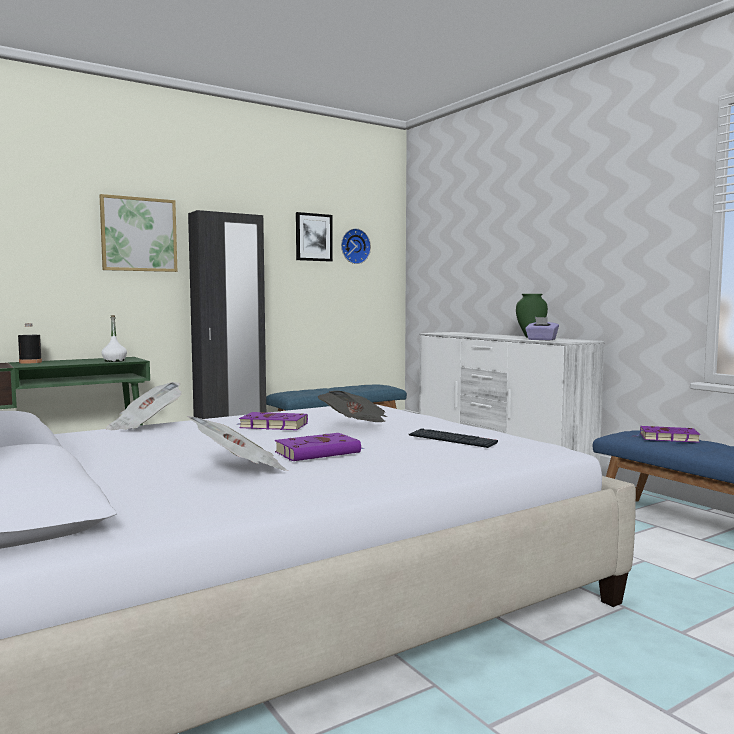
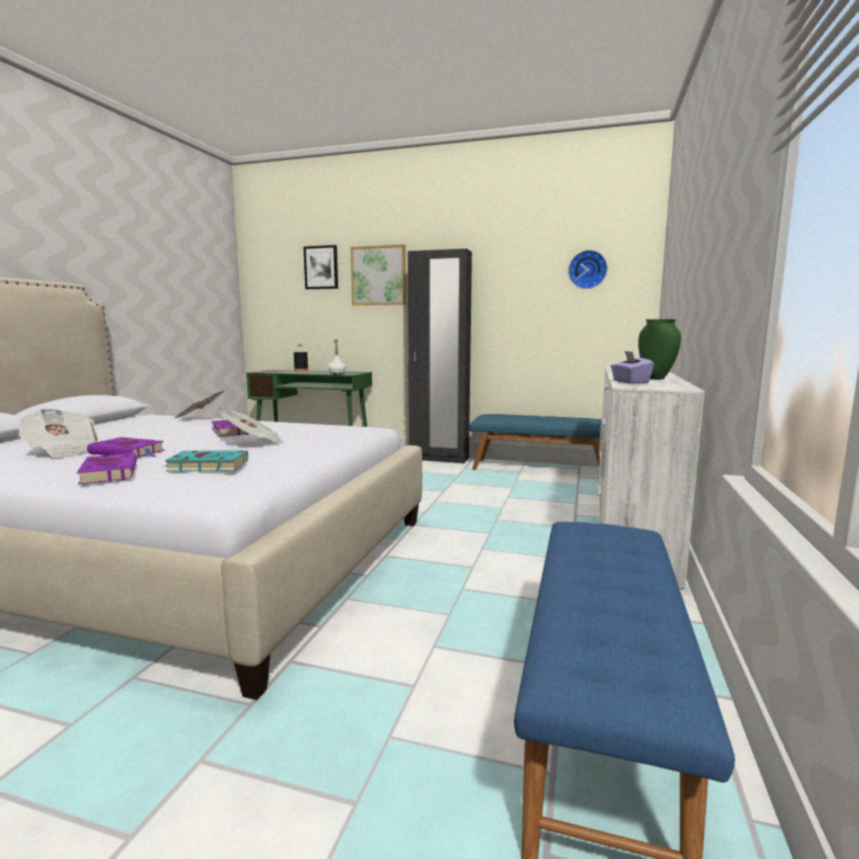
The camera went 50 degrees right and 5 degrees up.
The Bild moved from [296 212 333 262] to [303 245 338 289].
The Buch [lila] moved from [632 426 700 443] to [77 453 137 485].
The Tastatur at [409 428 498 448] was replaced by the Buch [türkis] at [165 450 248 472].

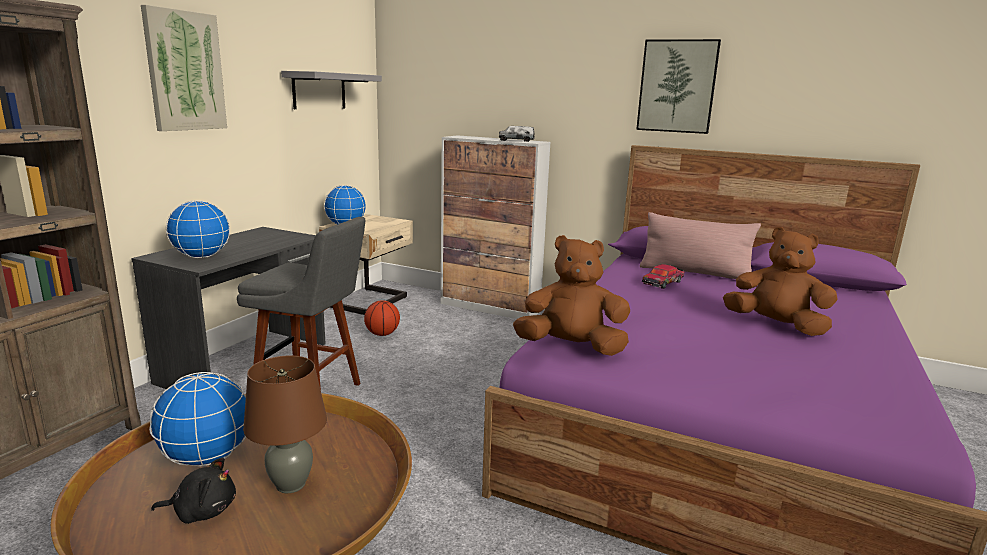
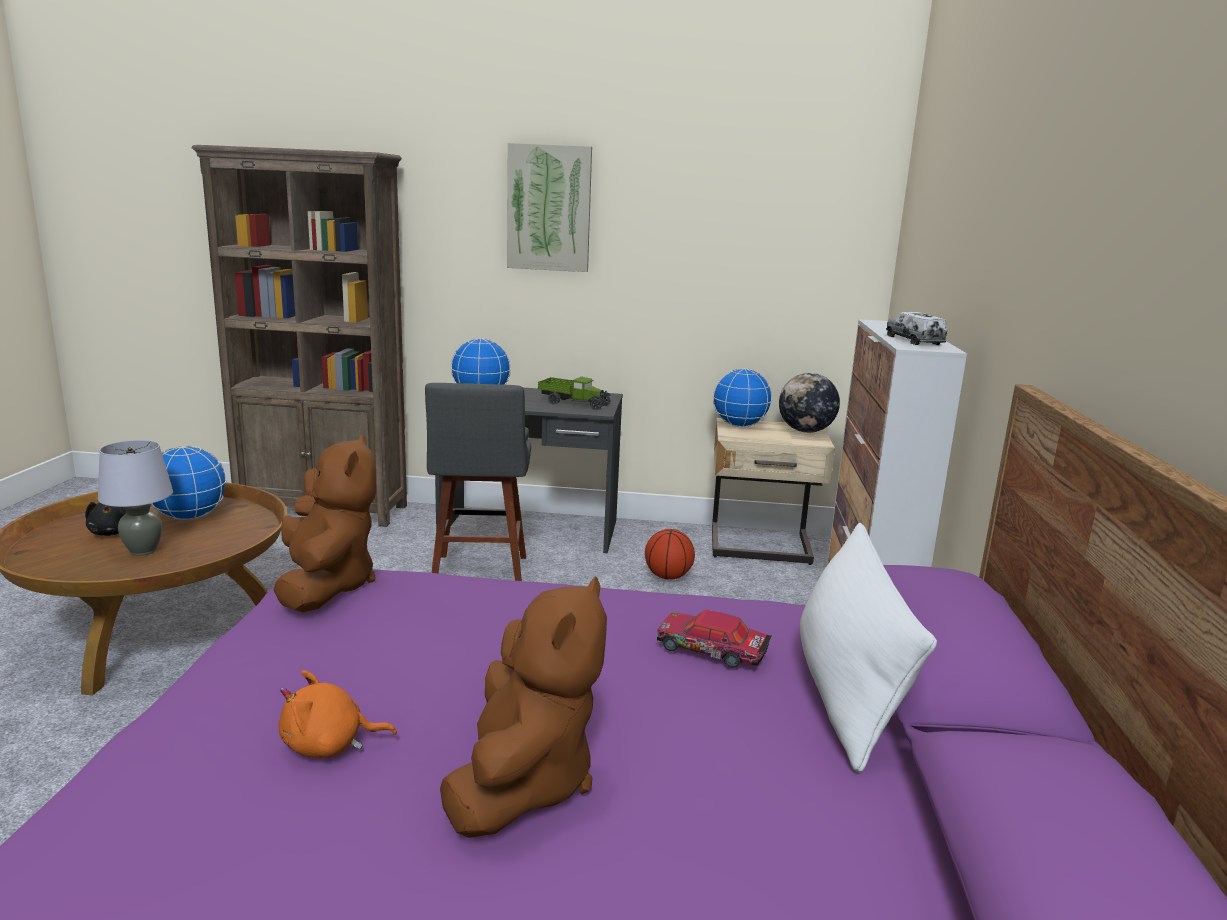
The camera went 70 degrees right and 0 degrees up.
The Bild at [636 39 721 134] disappeared.
The Wandregal [grau] at [281 71 382 109] disappeared.
The Kissen [rosa] at [640 212 761 279] became the Kissen [weiß] at [800 523 937 773].
The Tischlampe [braun] at [243 355 327 493] became the Tischlampe [grau] at [98 440 173 556].
The Globus at [779 373 840 433] appeared.
The Spielzeuglaster at [538 377 611 410] appeared.
The Plüschtier [orange] at [279 670 397 758] appeared.

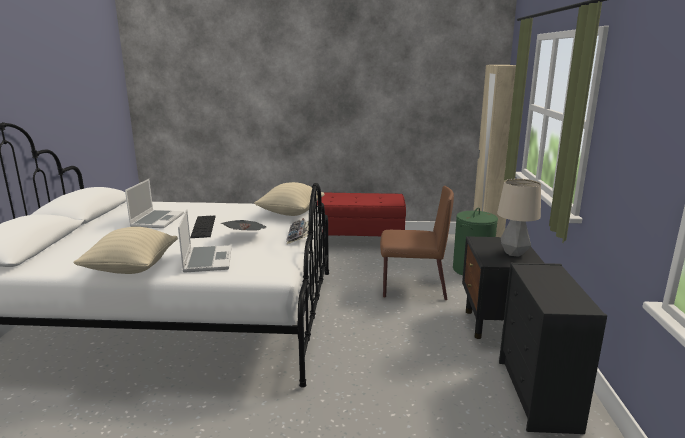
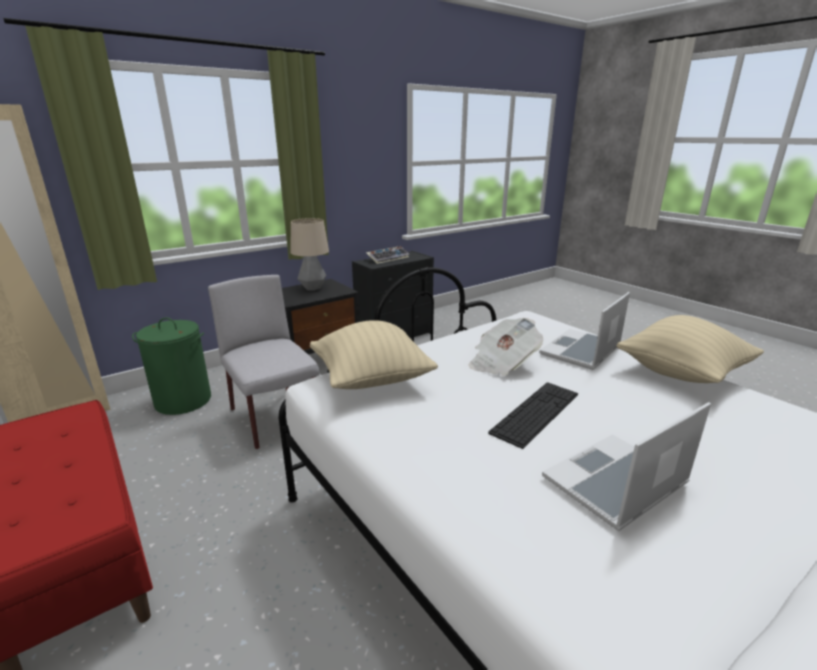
The camera went 130 degrees left and 5 degrees up.
The Stuhl [braun] at [380 186 454 300] became the Stuhl [grau] at [208 275 319 449].
The Tastatur moved from [286 218 309 245] to [366 246 409 264].

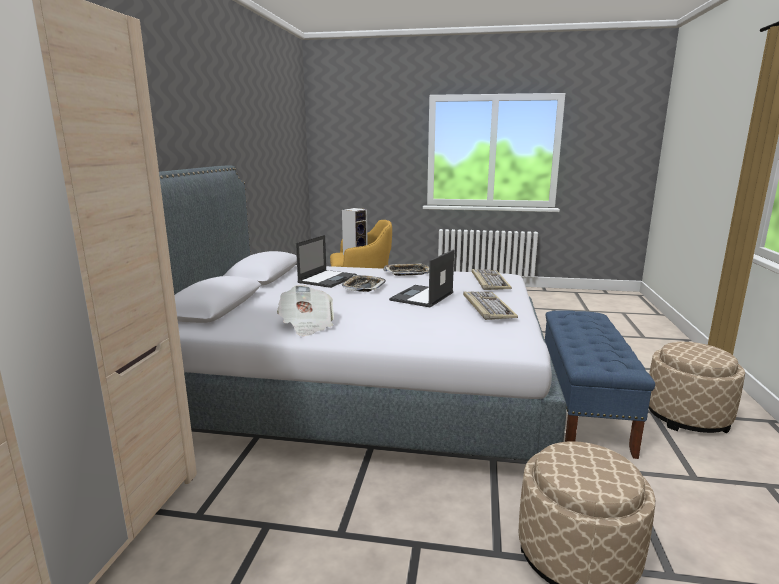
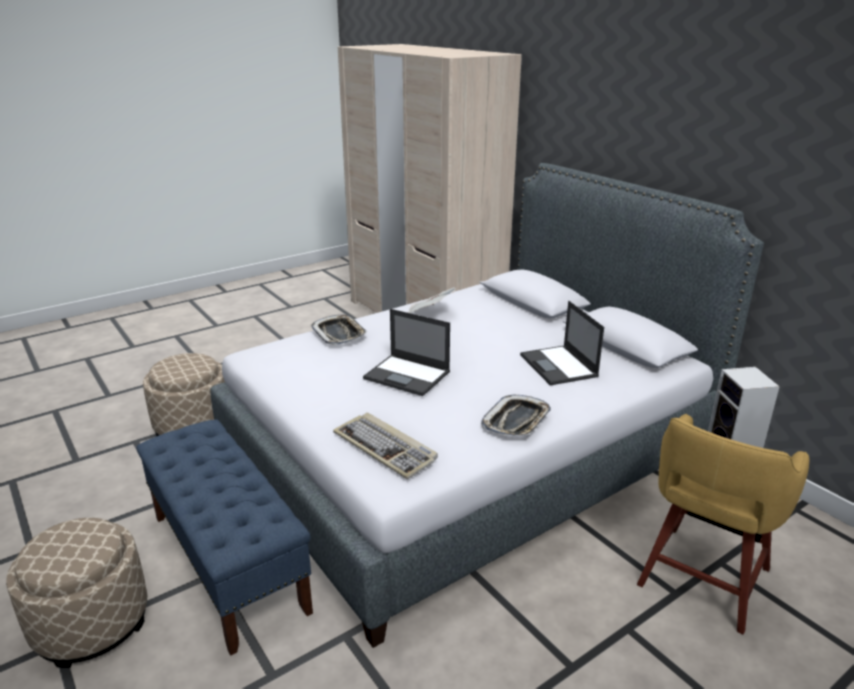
The camera went 135 degrees right and 10 degrees up.
The Laptop at [389 250 454 307] turned 135 degrees clockwise.
The Tablett moved from [342 275 386 292] to [311 315 367 345].
The Tastatur at [463 291 518 320] disappeared.

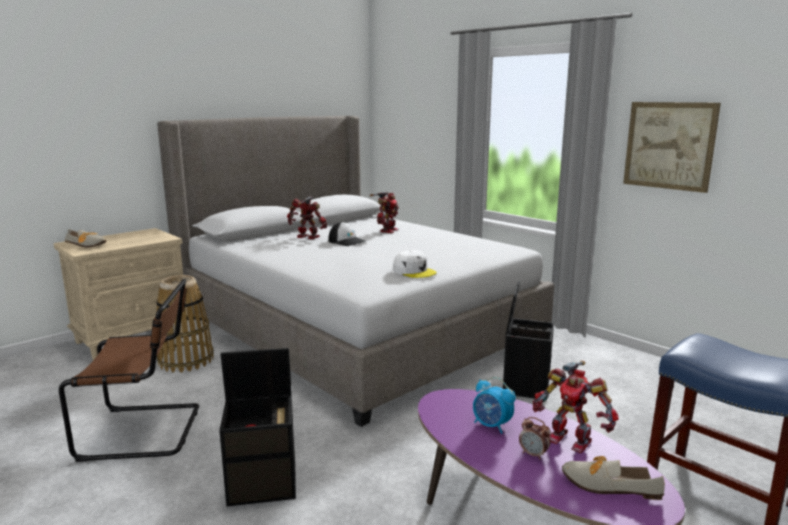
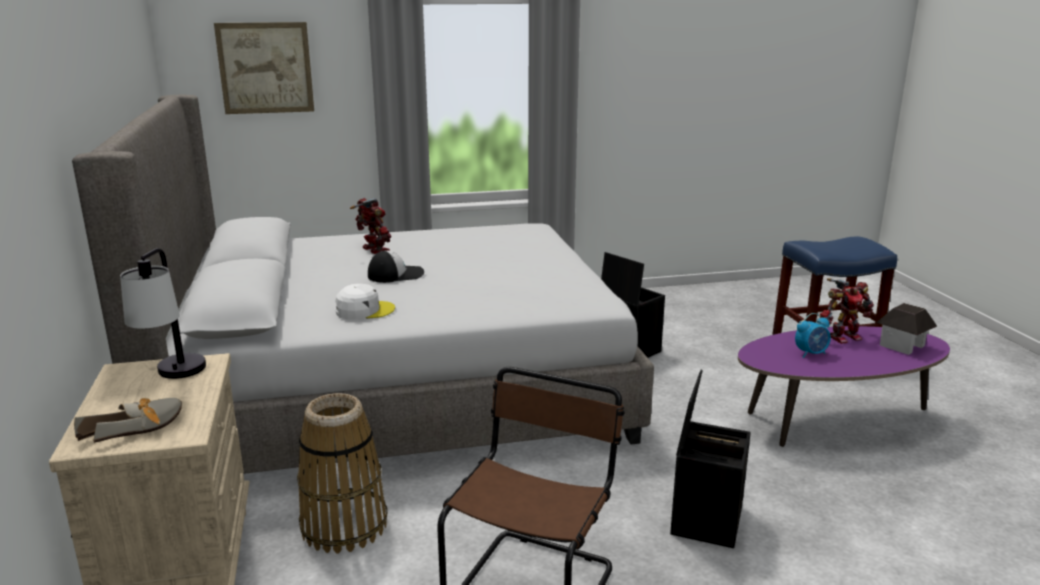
The camera went 60 degrees left and 5 degrees up.
The Bild moved from [623 102 721 193] to [214 22 314 114].
The Spielzeugroboter at [287 196 327 239] disappeared.
The Kappe [weiß] moved from [393 250 436 278] to [335 284 395 320].
The Wecker at [519 417 551 460] disappeared.
The Schuh at [562 456 665 500] was replaced by the Spielzeughaus at [876 303 937 355].
The Tischlampe at [120 248 206 379] appeared.

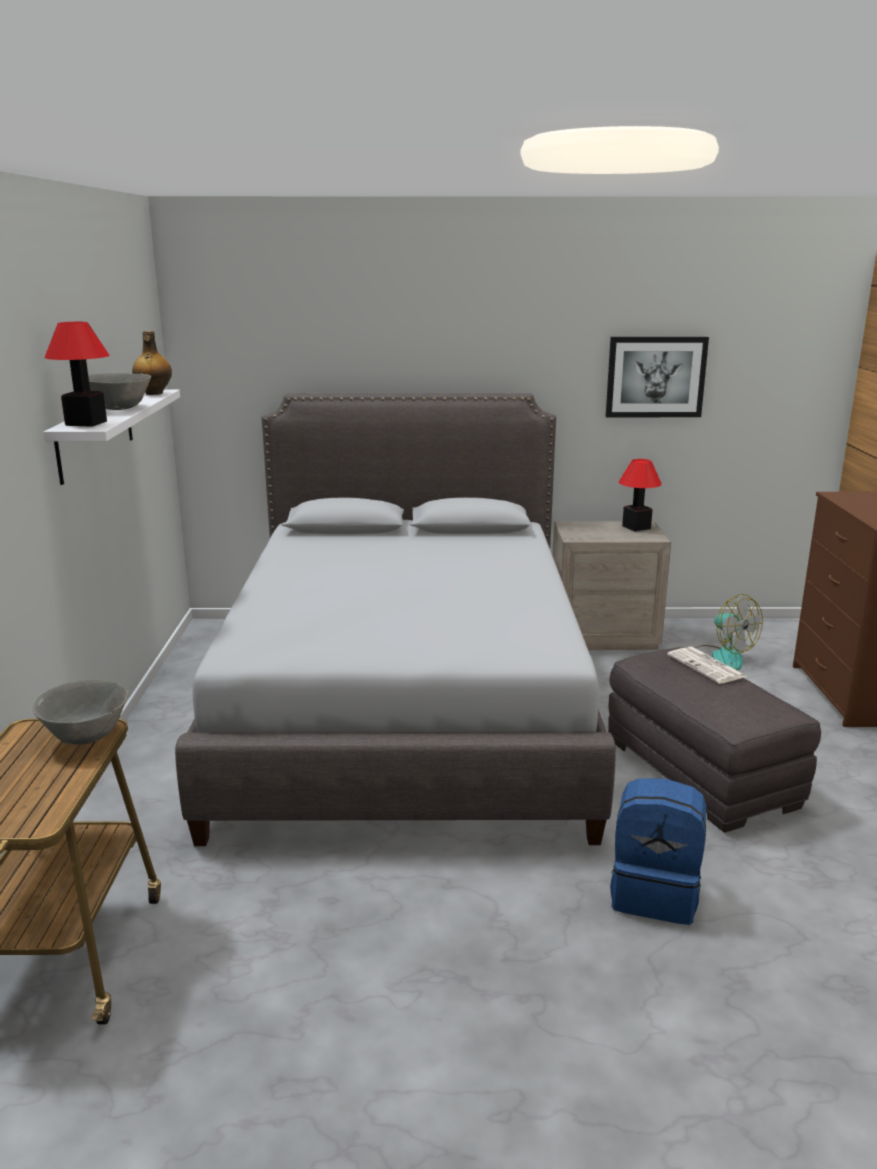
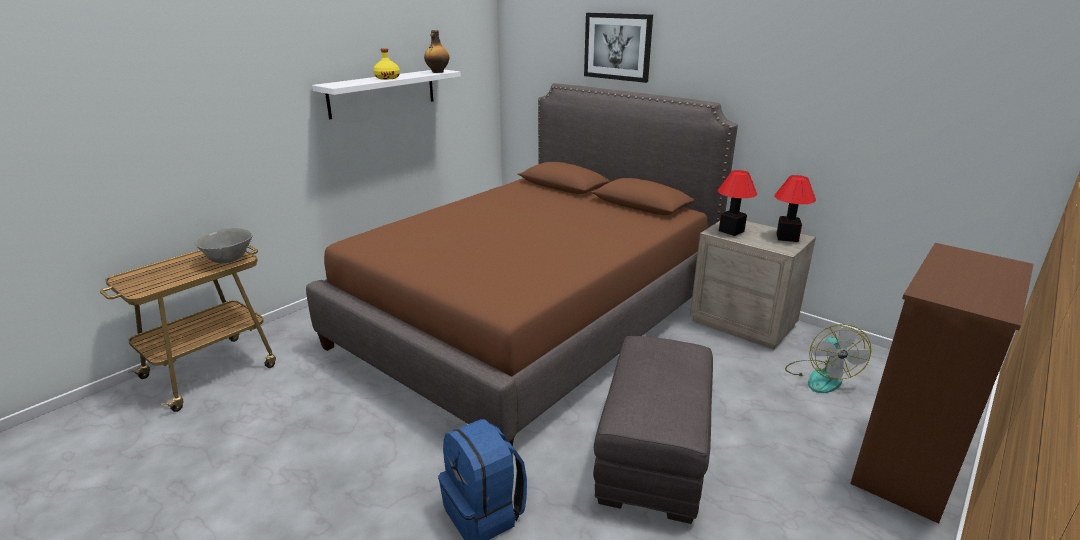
The camera went 40 degrees right and 5 degrees up.
The Tischlampe moved from [44 322 109 427] to [718 170 757 236].
The Bild moved from [606 337 709 417] to [584 13 653 83].
The Schüssel [grau] at [88 373 151 410] was replaced by the Flasche [gelb] at [373 48 400 80].
The Bett [grau] at [175 393 616 846] became the Bett [braun] at [306 83 738 446].
The Zeitung at [667 647 746 684] disappeared.

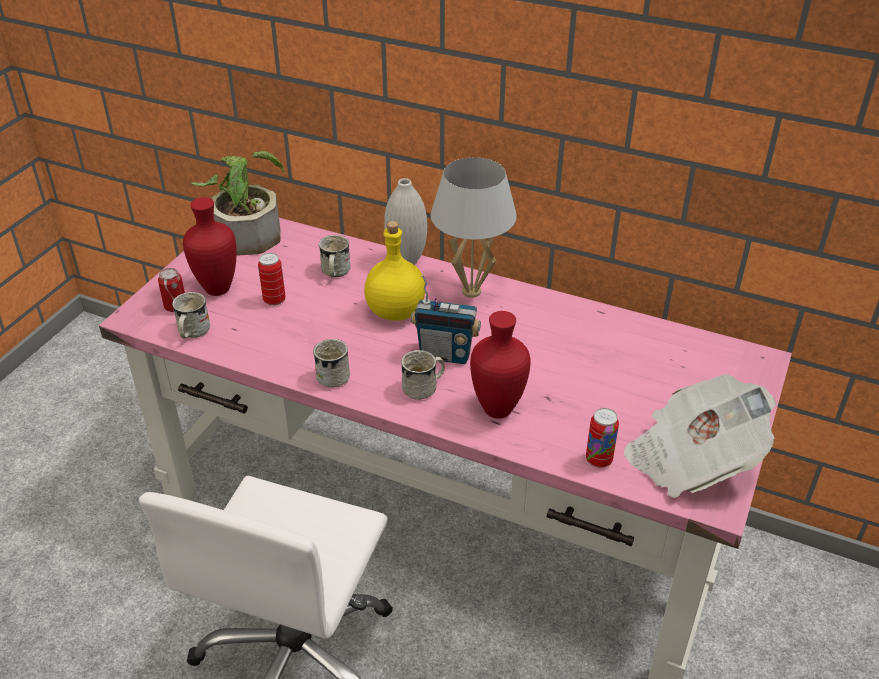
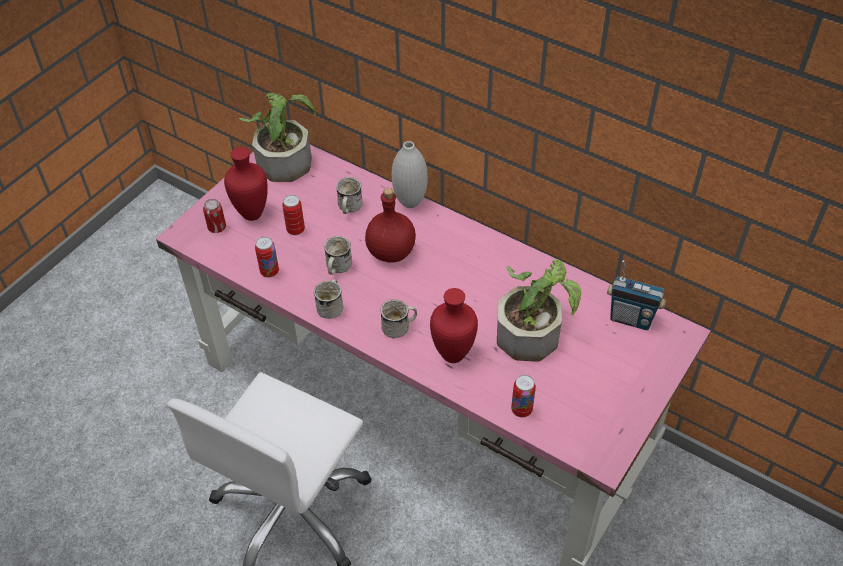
The camera went 10 degrees right and 10 degrees up.
The Tischlampe [weiß] at [431 157 517 298] disappeared.
The Flasche [gelb] at [364 221 425 321] became the Flasche [rot] at [365 188 416 263].
The Radio moved from [411 275 481 364] to [607 260 666 330].
The Henkelbecher [weiß] moved from [172 292 210 338] to [324 236 352 275].
The Zeitung at [624 374 776 498] disappeared.
The Dose at [255 237 279 278] appeared.
The Topfpflanze at [497 259 581 362] appeared.

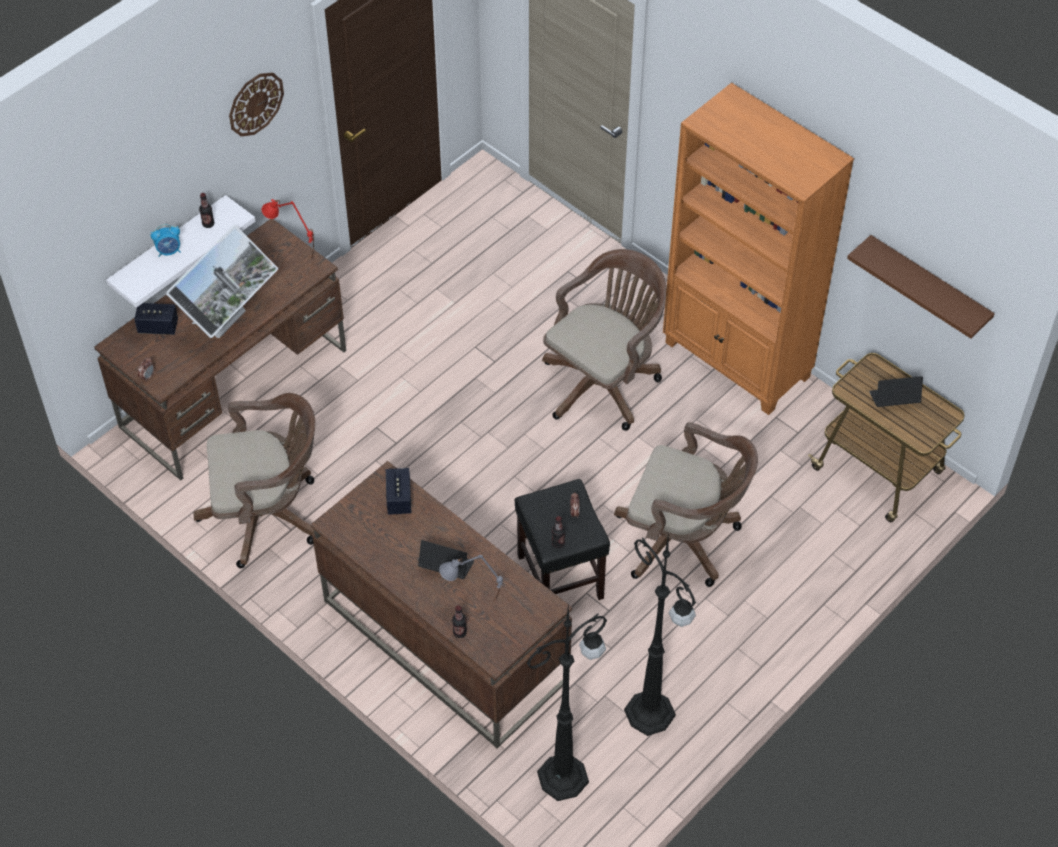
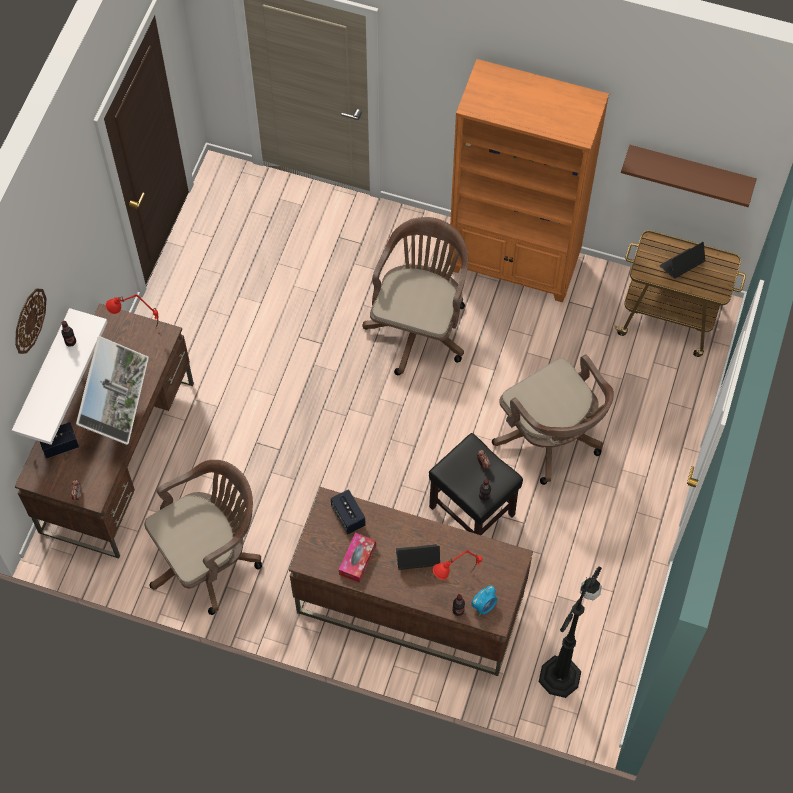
The camera went 25 degrees left and 10 degrees up.
The Wanduhr moved from [229 72 284 137] to [15 289 46 354].
The Wecker moved from [151 224 180 257] to [471 586 497 616].
The Bürostuhl [braun] at [614 422 758 587] turned 60 degrees clockwise.
The Stehlampe [schwarz] at [624 533 696 736] disappeared.
The Tischlampe [grau] at [439 555 503 600] became the Tischlampe [rot] at [433 550 482 580].
The Taschentuchbox at [339 533 376 583] appeared.

